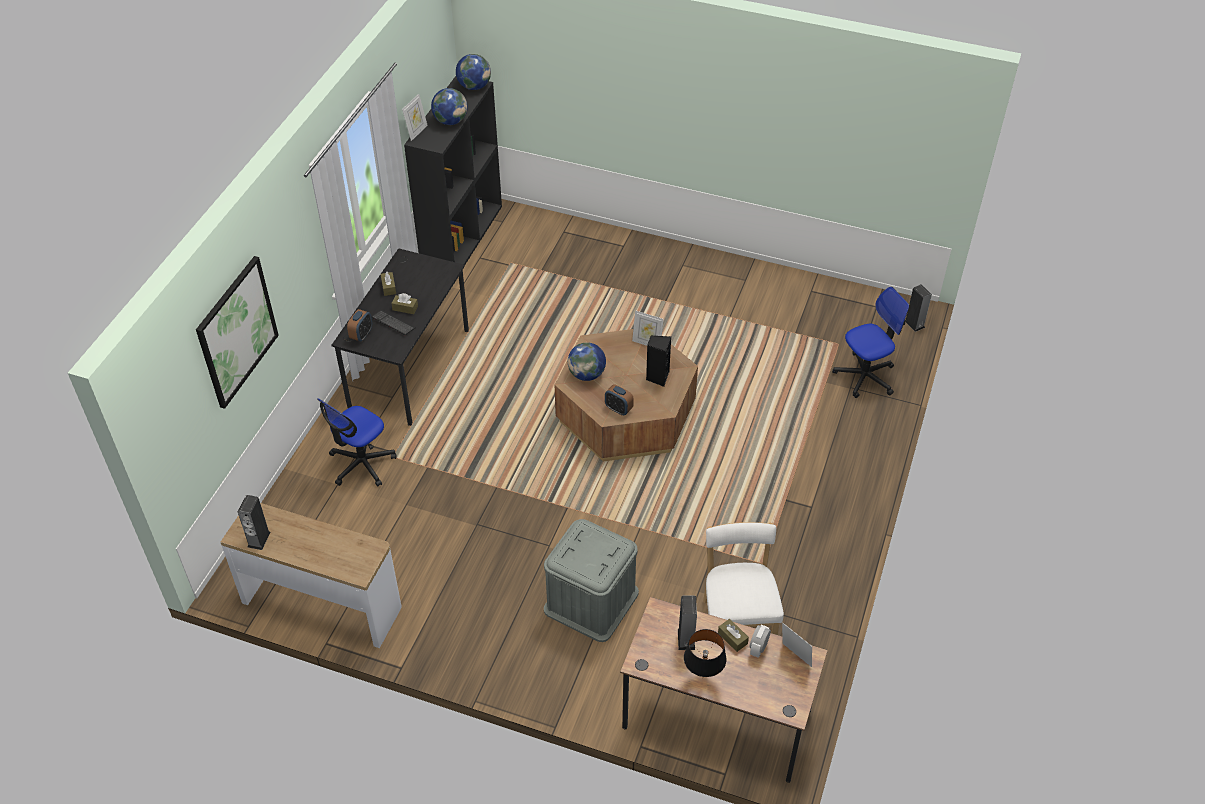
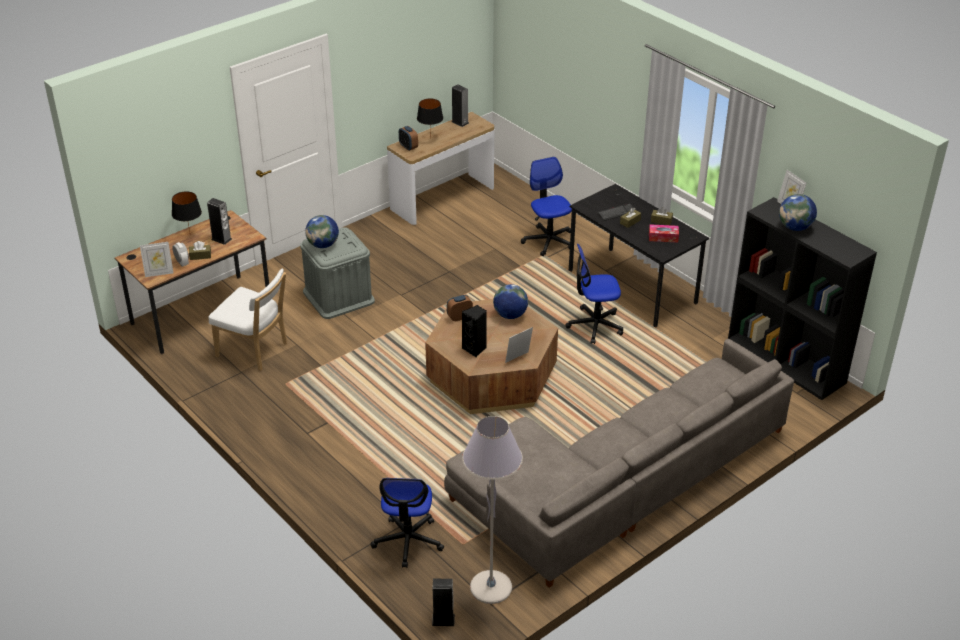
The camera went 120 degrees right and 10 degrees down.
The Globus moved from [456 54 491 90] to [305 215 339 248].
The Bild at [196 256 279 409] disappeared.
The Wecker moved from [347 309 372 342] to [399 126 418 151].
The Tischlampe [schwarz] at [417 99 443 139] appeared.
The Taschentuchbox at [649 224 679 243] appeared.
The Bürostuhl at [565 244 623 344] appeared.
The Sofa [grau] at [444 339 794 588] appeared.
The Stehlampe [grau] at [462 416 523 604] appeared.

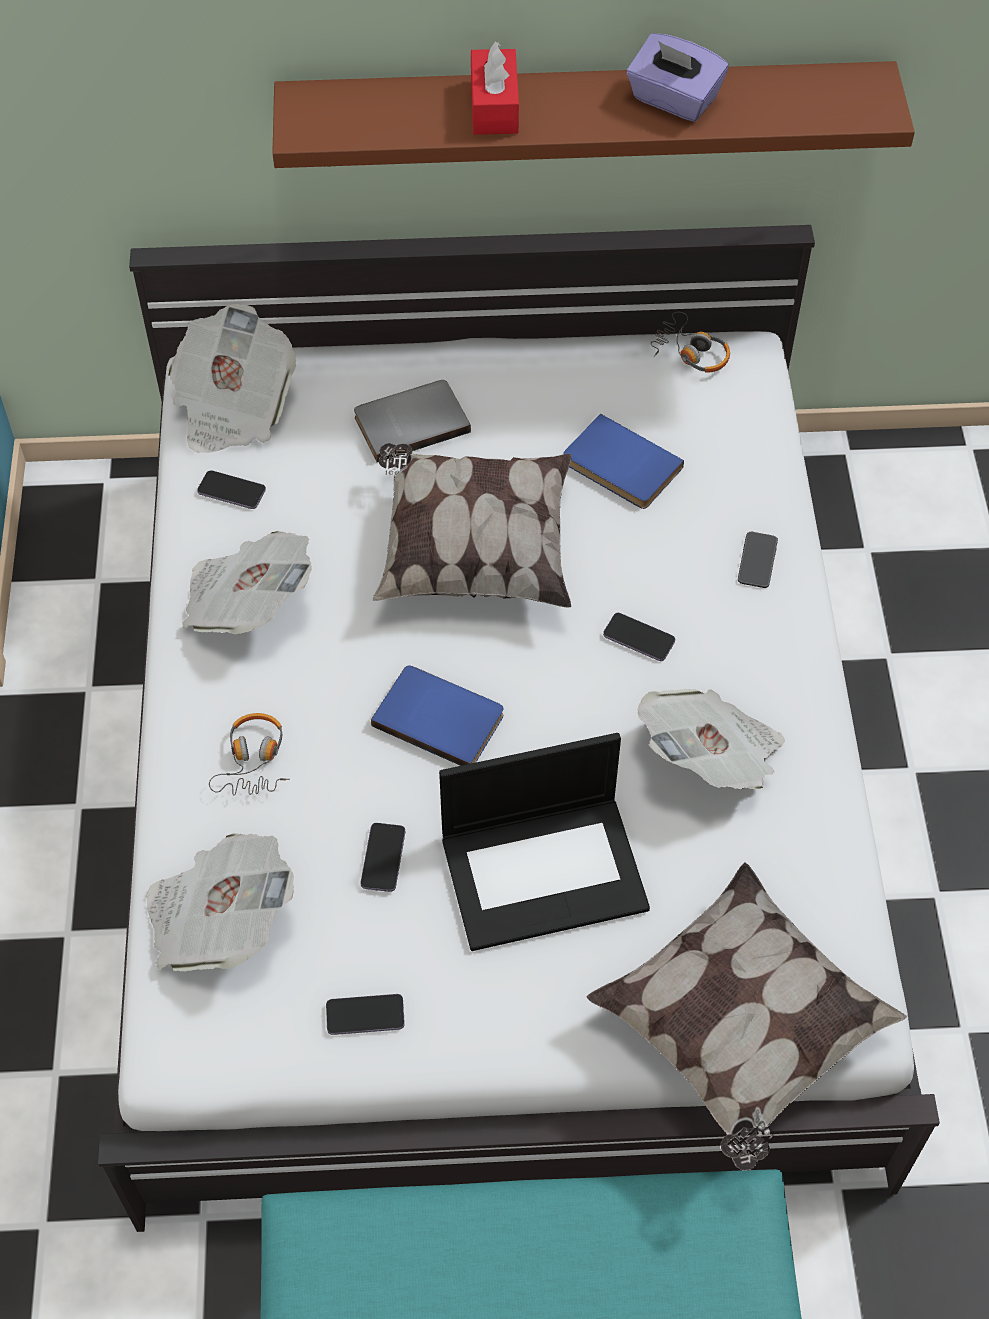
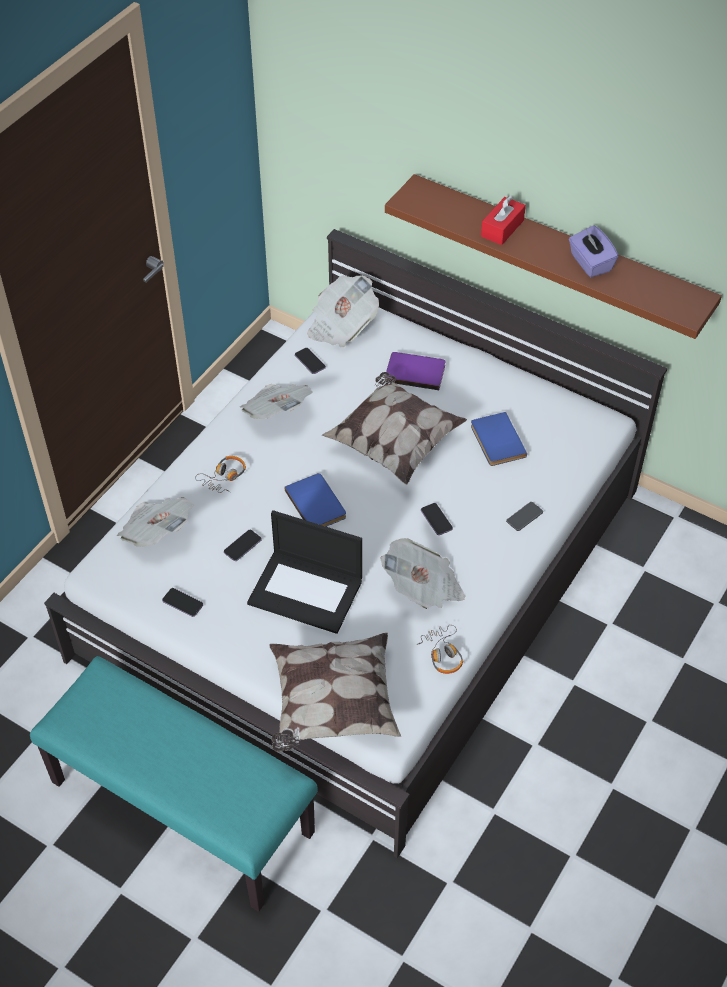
The camera went 35 degrees right and 5 degrees down.
The Kopfhörer moved from [650 312 730 373] to [416 625 463 674].
The Buch [grau] at [354 380 471 462] became the Buch [lila] at [385 352 445 390].

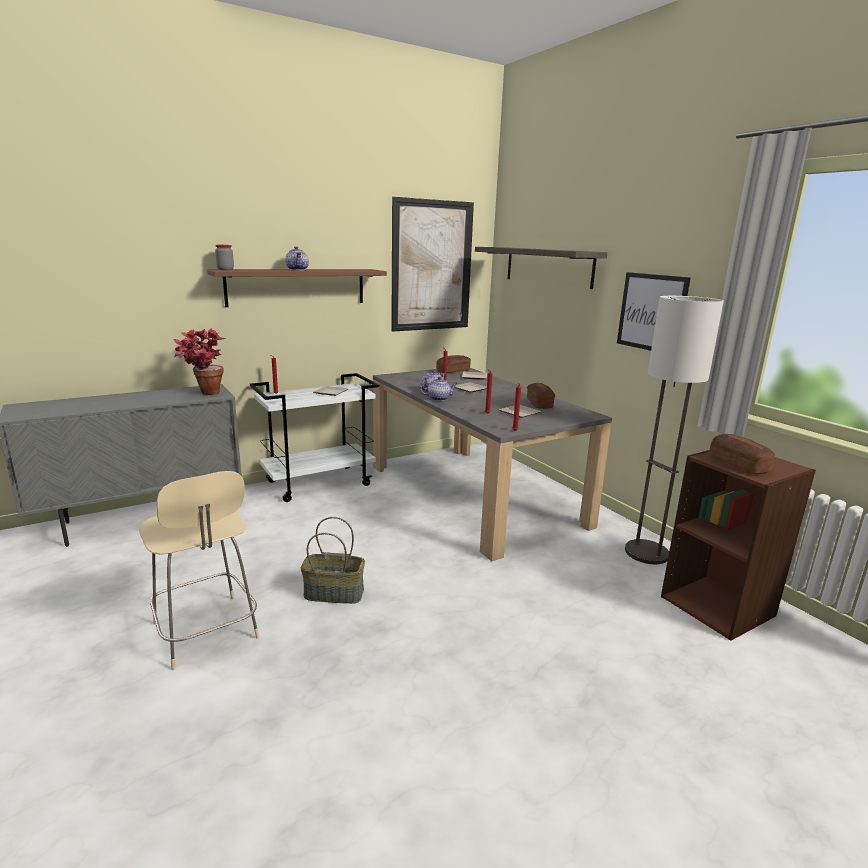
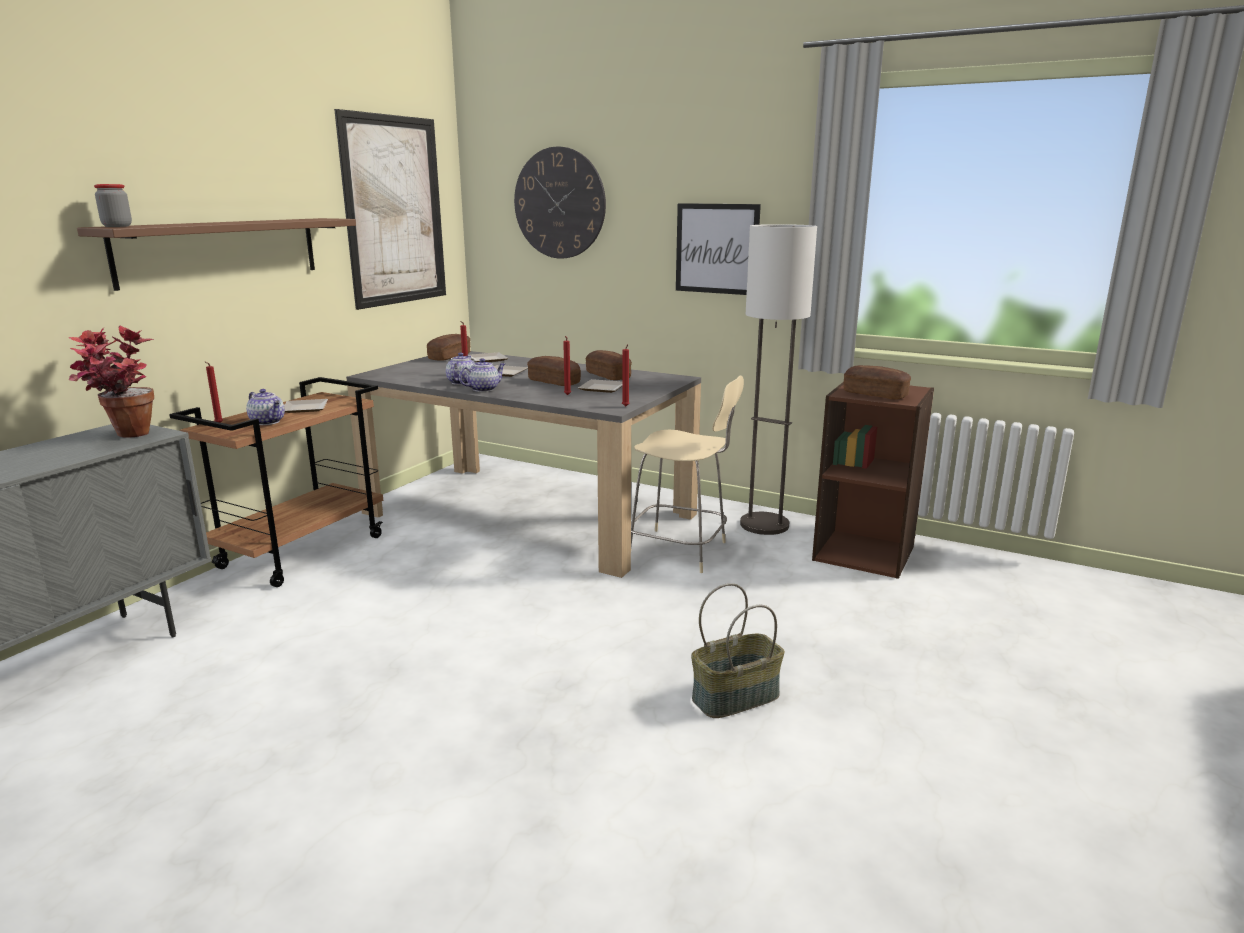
The camera went 30 degrees left and 0 degrees up.
The Teekanne moved from [285 246 309 270] to [246 389 285 425].
The Wandregal at [475 247 608 289] was replaced by the Wanduhr at [514 147 606 259].
The Rollwagen [weiß] at [250 373 379 502] became the Rollwagen [braun] at [169 377 383 587].
The Stuhl [beige] moved from [139 471 259 670] to [631 375 744 573].
The Korb moved from [301 517 365 604] to [691 583 785 718].
The Brot at [527 356 581 386] appeared.

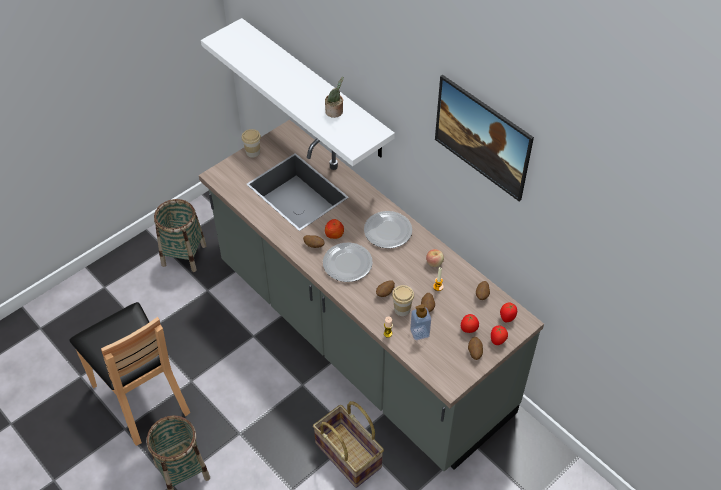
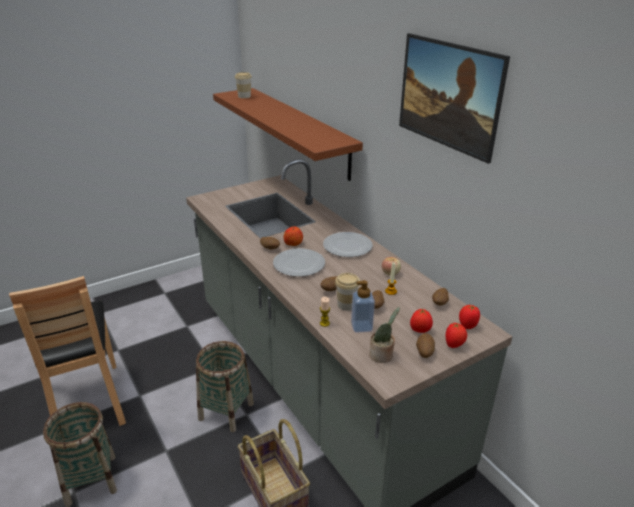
The camera went 10 degrees right and 20 degrees down.
The Wandregal [weiß] at [201 18 395 166] became the Wandregal [braun] at [213 88 363 181].
The Topfpflanze moved from [325 77 344 118] to [369 307 400 363].
The Tasse moved from [242 129 261 158] to [235 72 252 98].
The Korb moved from [154 199 206 272] to [196 341 254 432].

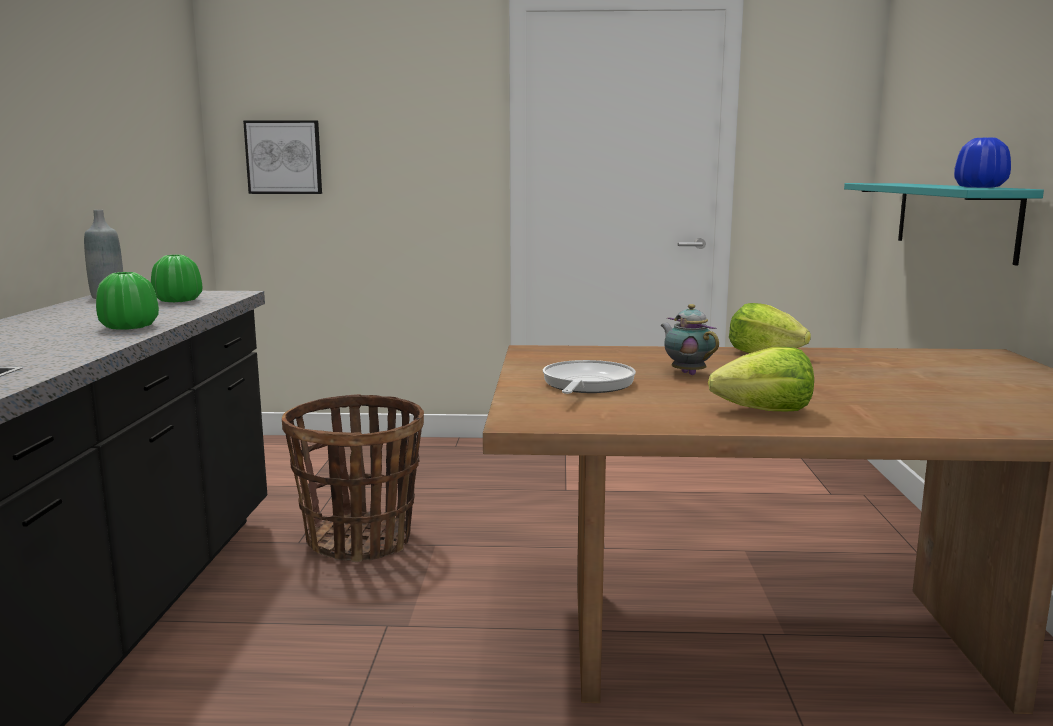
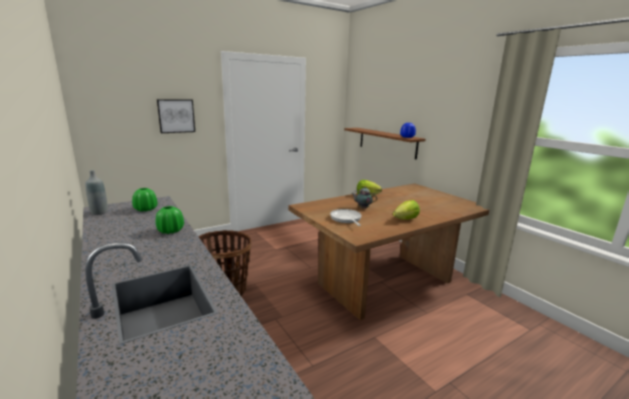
The camera went 35 degrees left and 5 degrees up.
The Bild moved from [243 120 322 194] to [157 99 195 133].
The Wandregal [türkis] at [844 183 1044 266] became the Wandregal [braun] at [344 128 426 159].

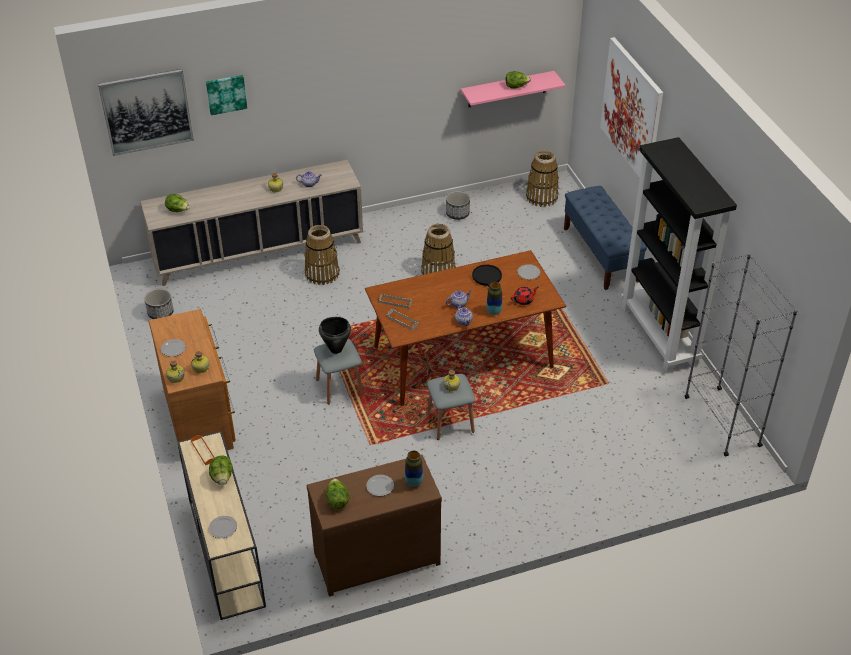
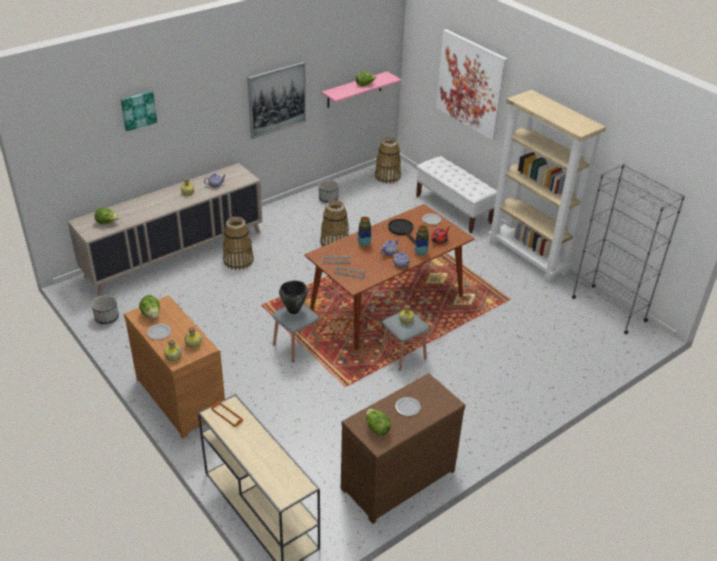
The camera went 20 degrees left and 5 degrees down.
The Bild moved from [98 69 194 156] to [247 61 306 139].
The Bücherregal [schwarz] at [620 137 737 373] became the Bücherregal [beige] at [488 90 606 284].
The Bank [blau] at [564 186 647 290] became the Bank [weiß] at [416 156 497 233].
The Vase moved from [405 451 423 487] to [358 217 371 246].
The Salatkopf moved from [209 455 233 485] to [139 295 160 319].
The Teller at [209 516 237 538] disappeared.

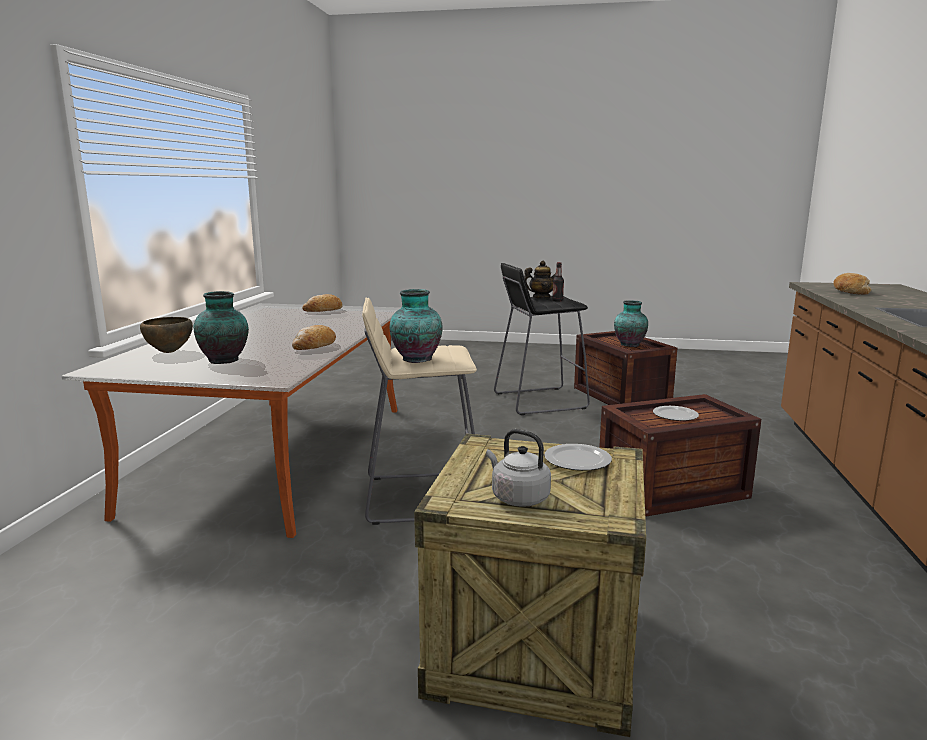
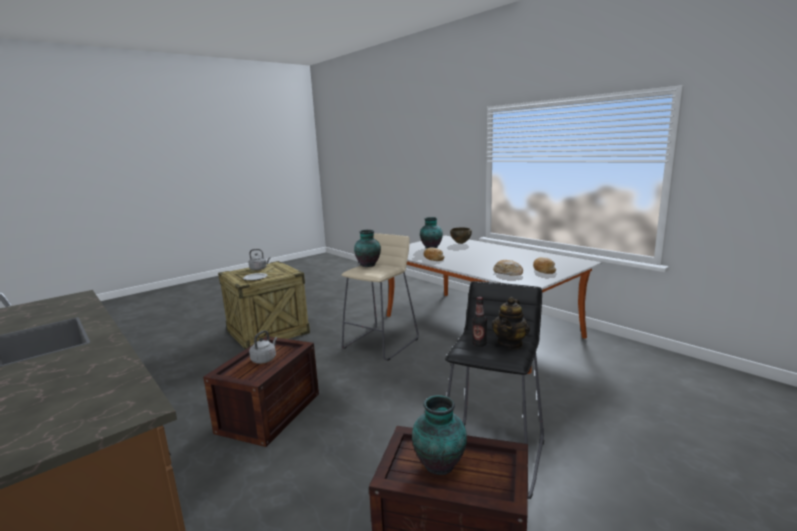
The camera went 130 degrees right and 0 degrees up.
The Brot moved from [833 273 872 295] to [493 260 523 276].
The Teller at [653 406 699 421] was replaced by the Wasserkessel [grau] at [249 330 277 364].

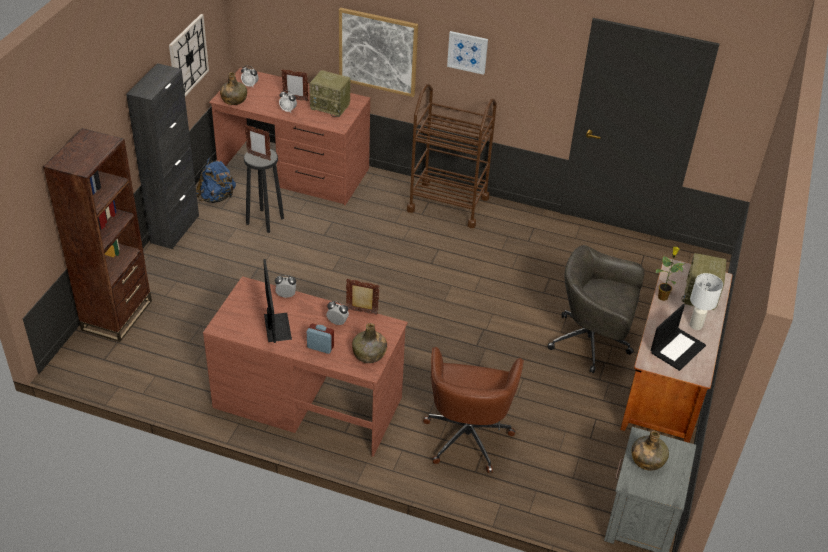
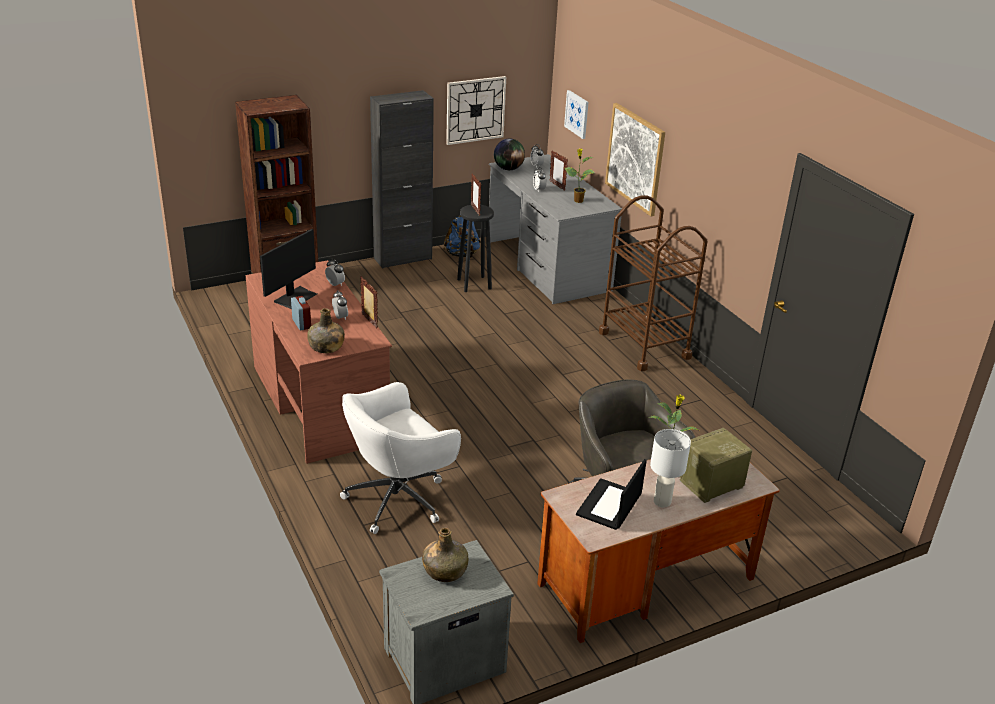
The camera went 45 degrees right and 10 degrees down.
The Bild moved from [447 31 488 75] to [564 90 589 139].
The Schreibtisch [braun] at [209 68 371 205] became the Schreibtisch [grau] at [489 154 622 304].
The Radio at [309 70 351 117] was replaced by the Topfpflanze at [565 149 595 203].
The Flasche [grün] at [220 72 247 105] was replaced by the Globus at [494 139 525 170].
The Laptop at [651 304 706 371] turned 120 degrees clockwise.
The Bürostuhl [braun] at [423 347 524 473] became the Bürostuhl [weiß] at [340 382 461 534].

